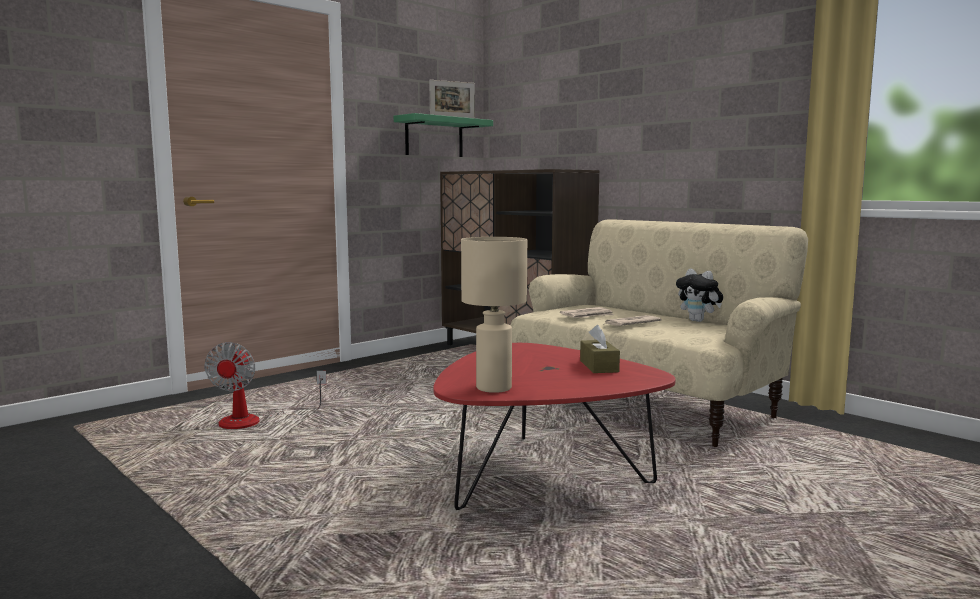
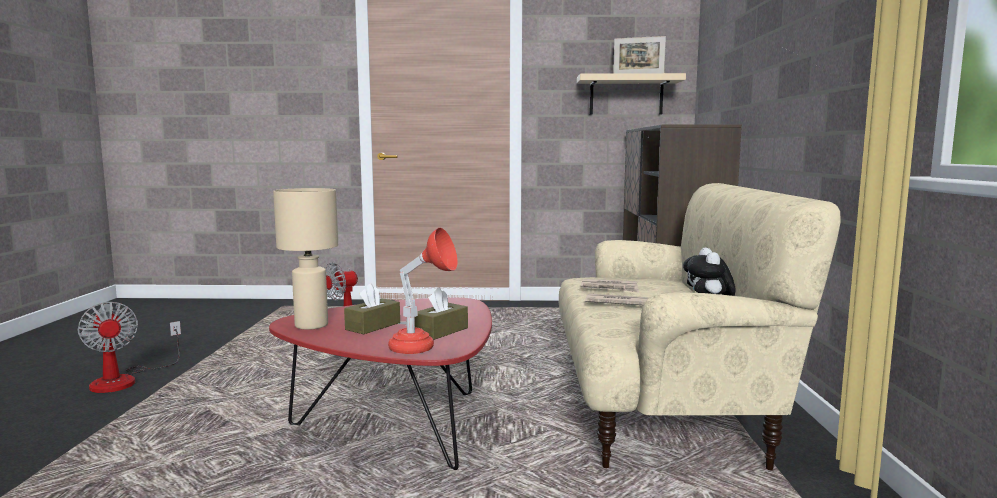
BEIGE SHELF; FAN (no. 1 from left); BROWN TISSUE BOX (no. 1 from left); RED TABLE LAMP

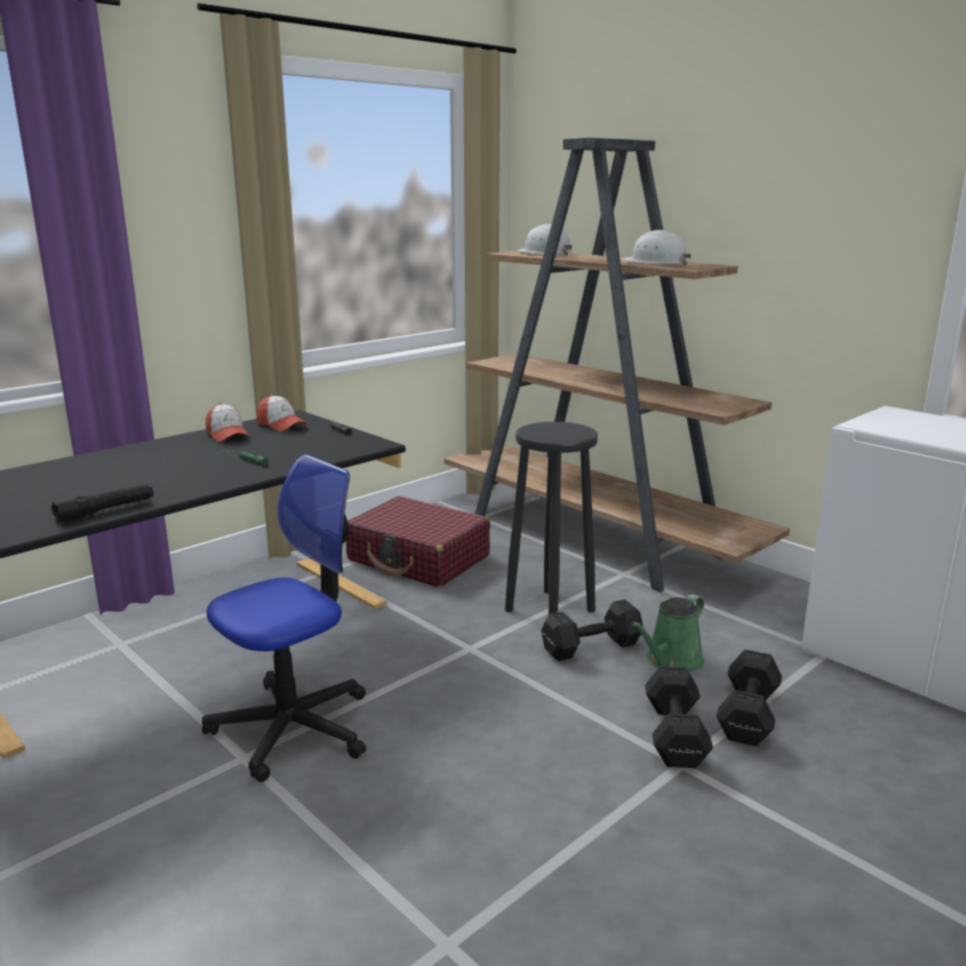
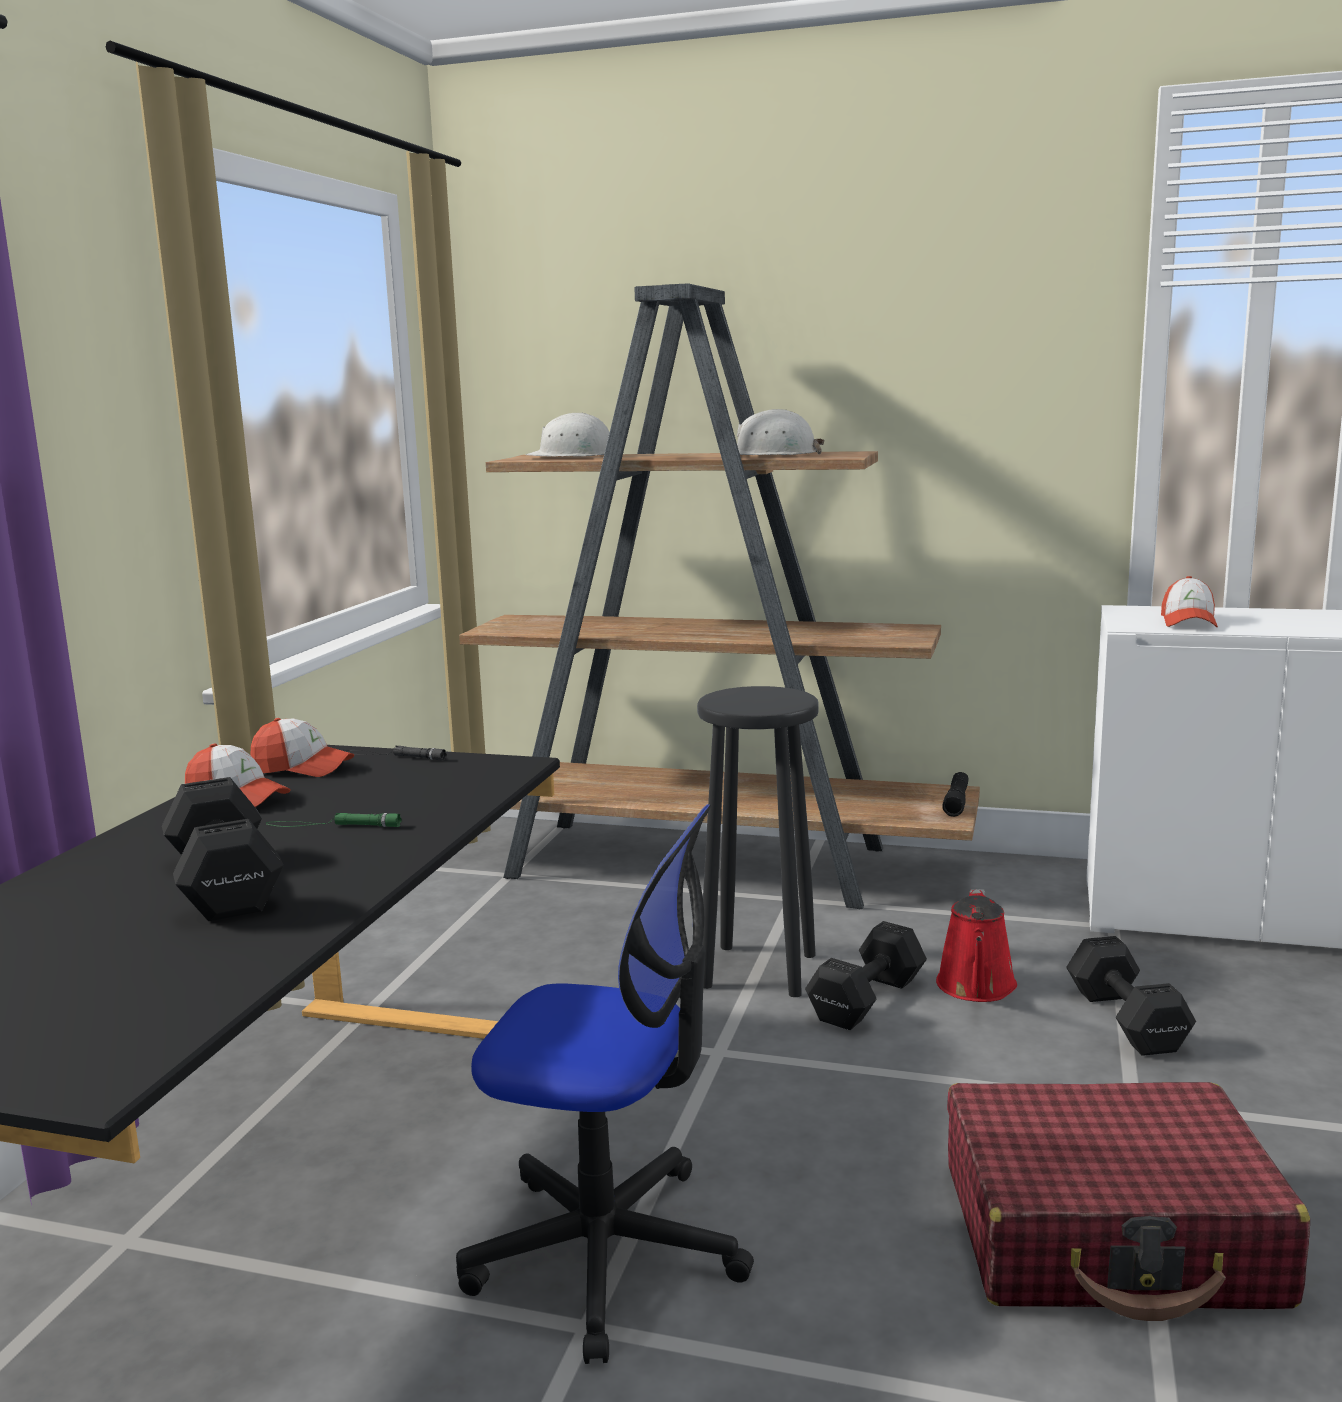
BLACK FLASHLIGHT (no. 2 from left); OFFICE CHAIR; RED SUITCASE; RED WATERING CAN; BLACK DUMBBELL (no. 1 from left); CAP (no. 3 from left)

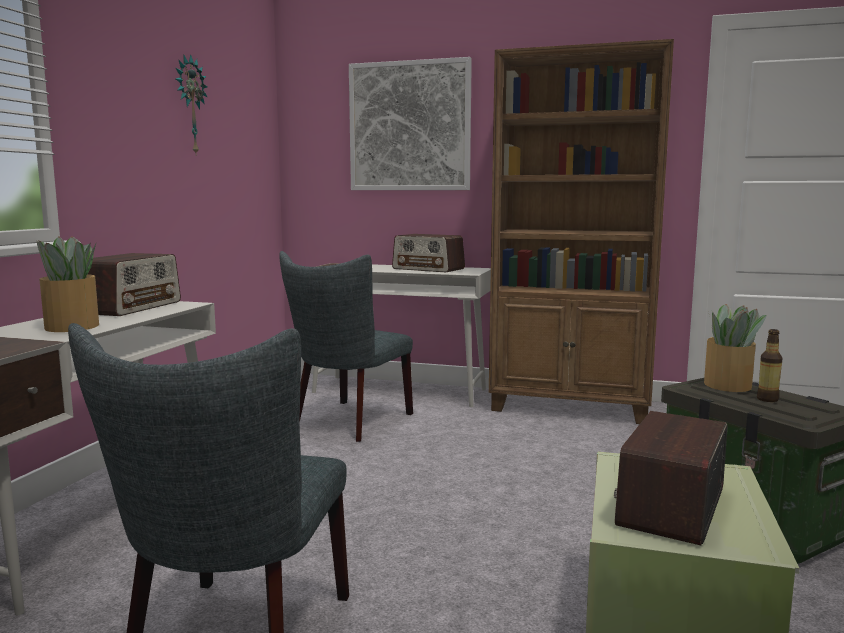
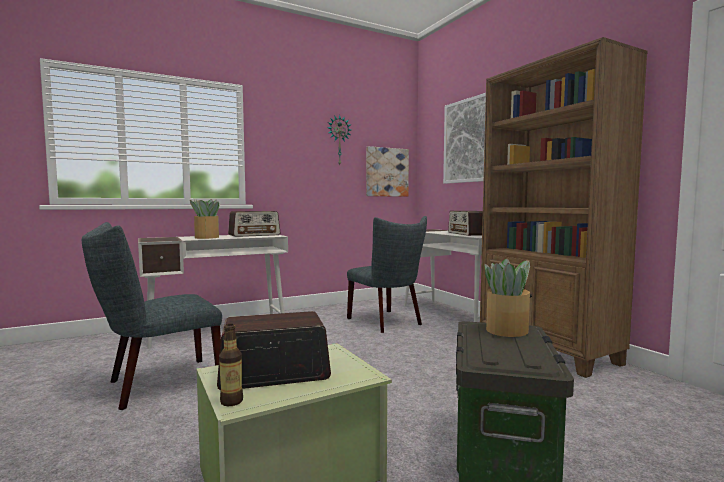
GREY CHAIR (no. 2 from left); BOTTLE; PICTURE (no. 1 from left)

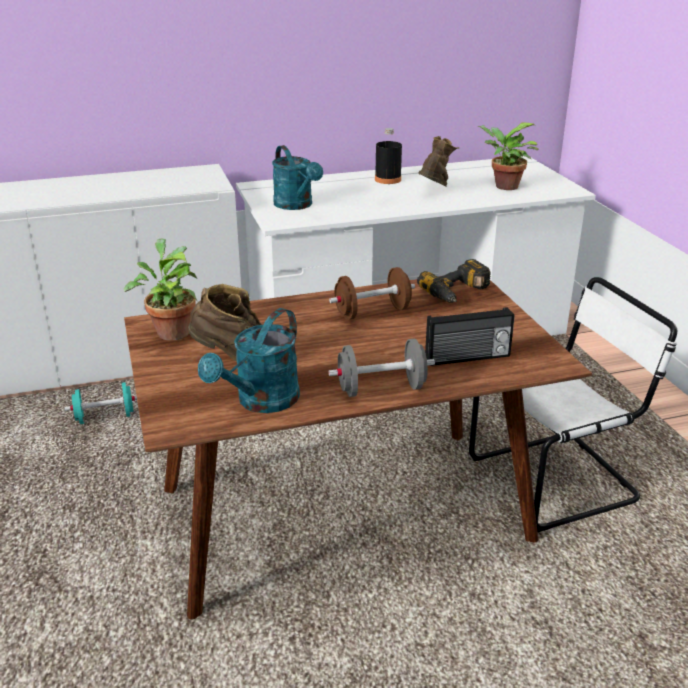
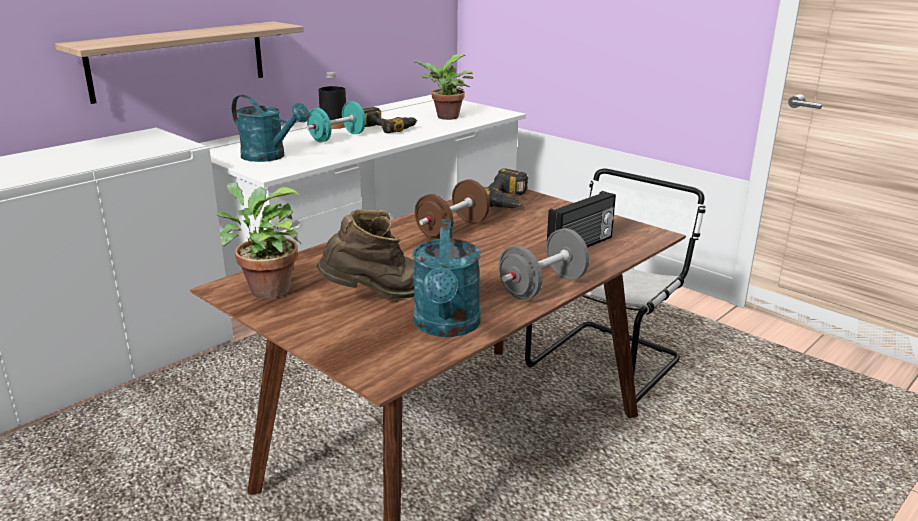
TURQUOISE DUMBBELL; POWER DRILL (no. 1 from left); SHELF

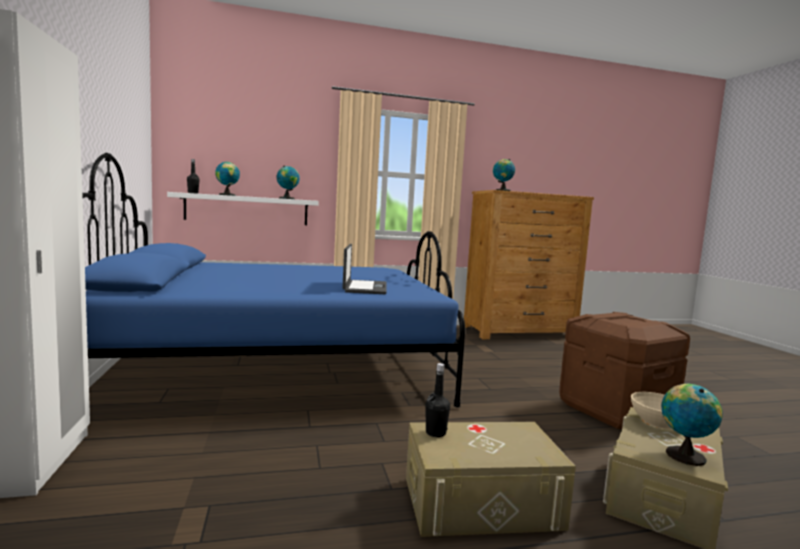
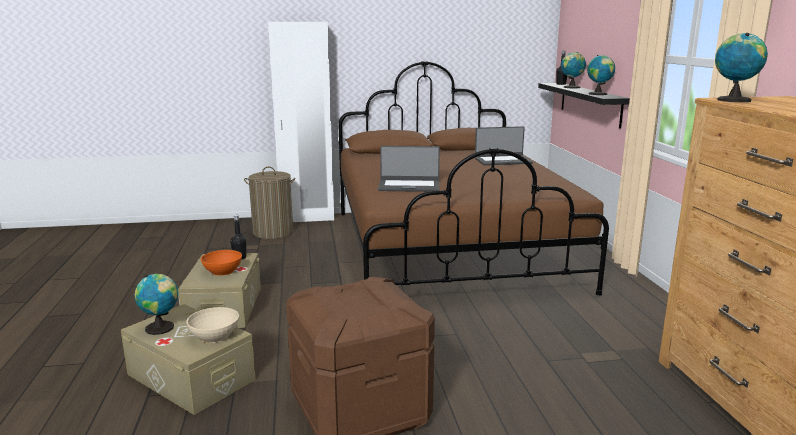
BROWN BED; BLACK SHELF; ORANGE BOWL; LAUNDRY BASKET; LAPTOP (no. 2 from left)

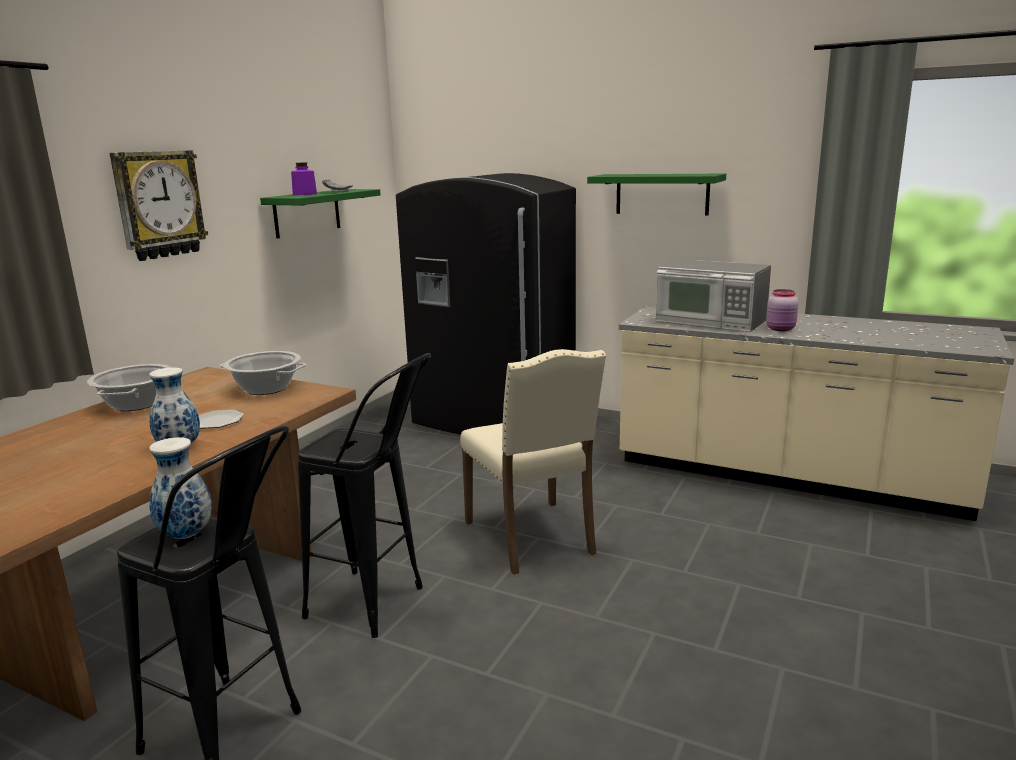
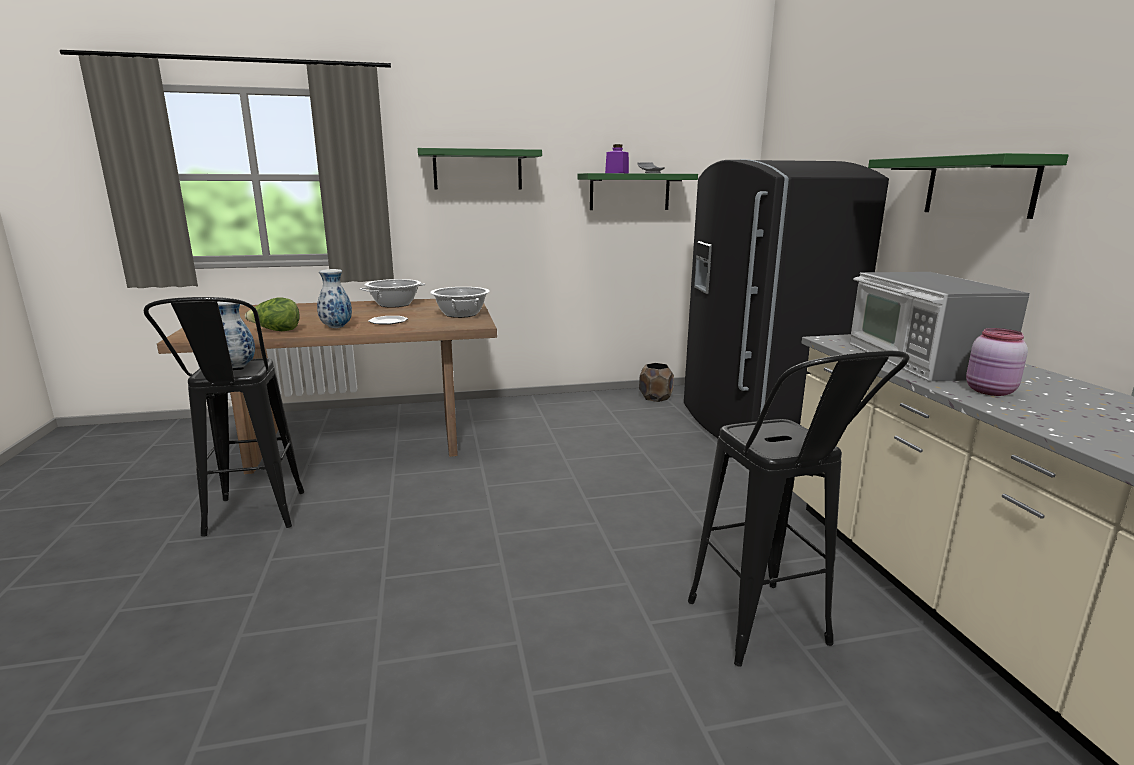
GREEN SHELF (no. 1 from left); BLACK STOOL (no. 2 from left); BEIGE CHAIR; LETTUCE; BROWN PLANTER

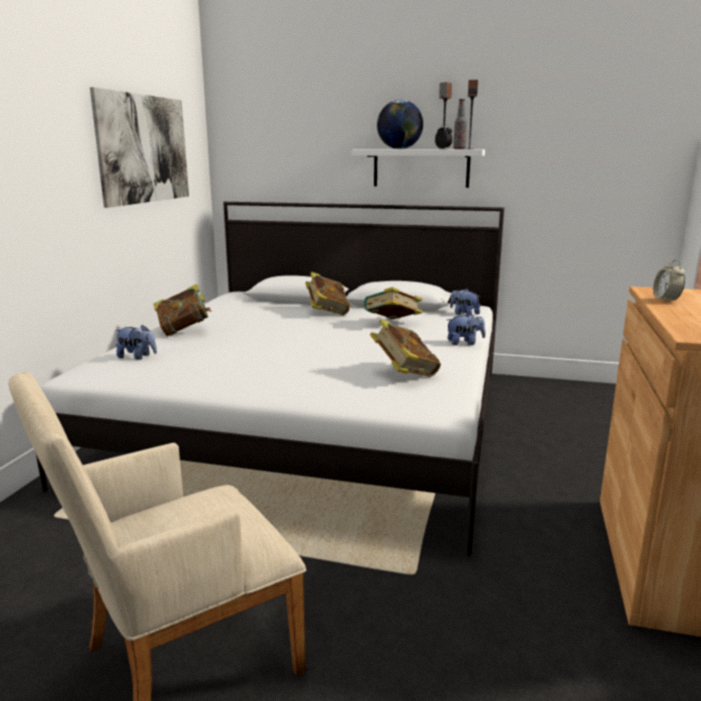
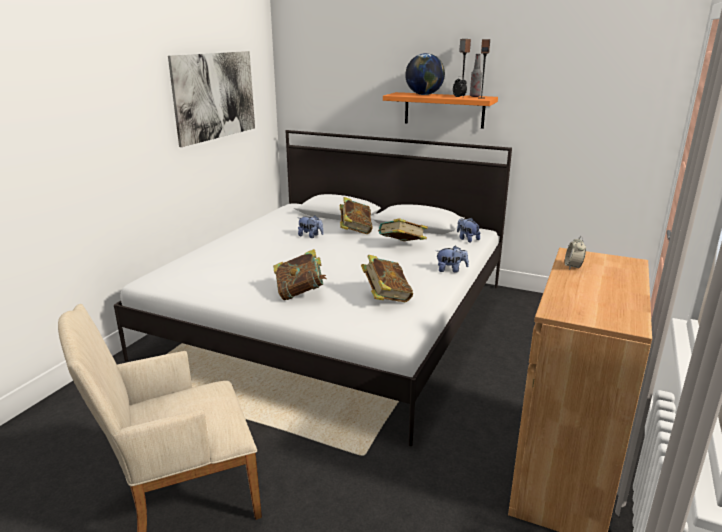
PLUSH TOY (no. 1 from left); BOOK (no. 1 from left); ORANGE SHELF

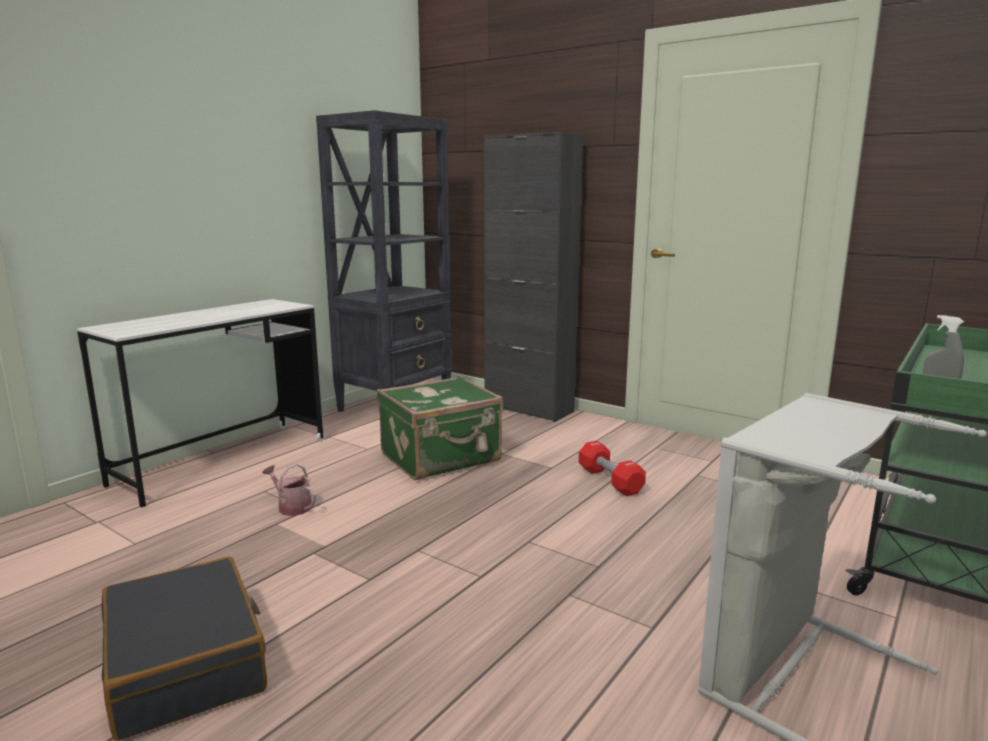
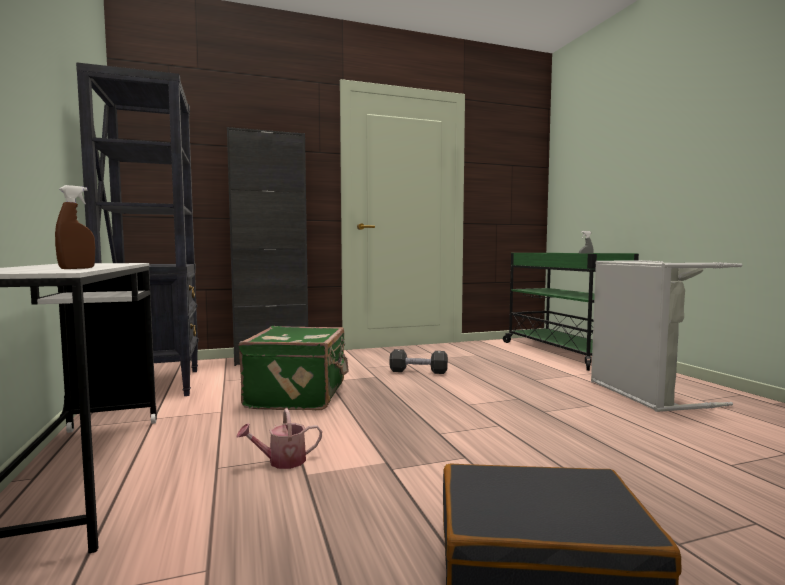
BLACK DUMBBELL; BROWN SPRAY BOTTLE

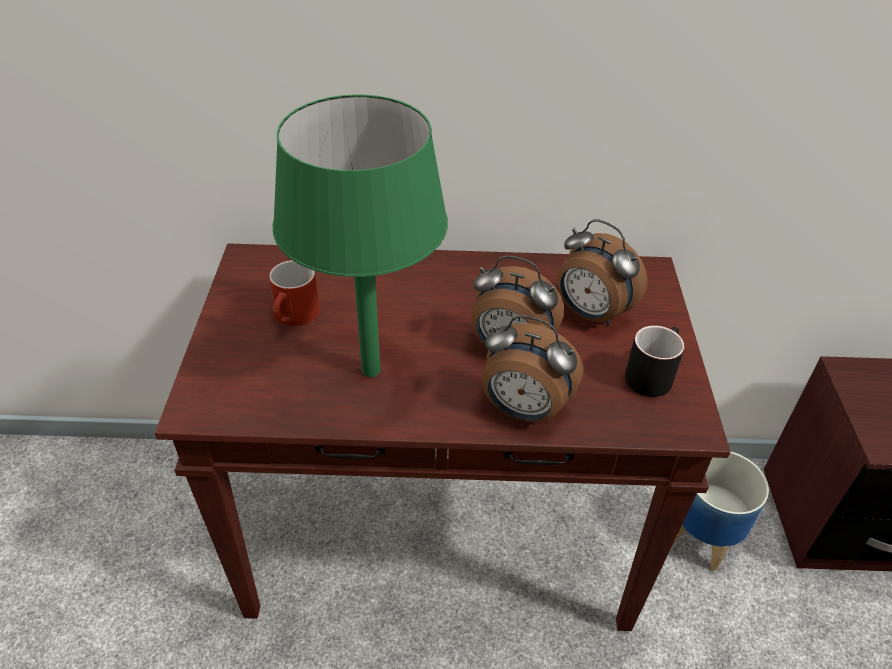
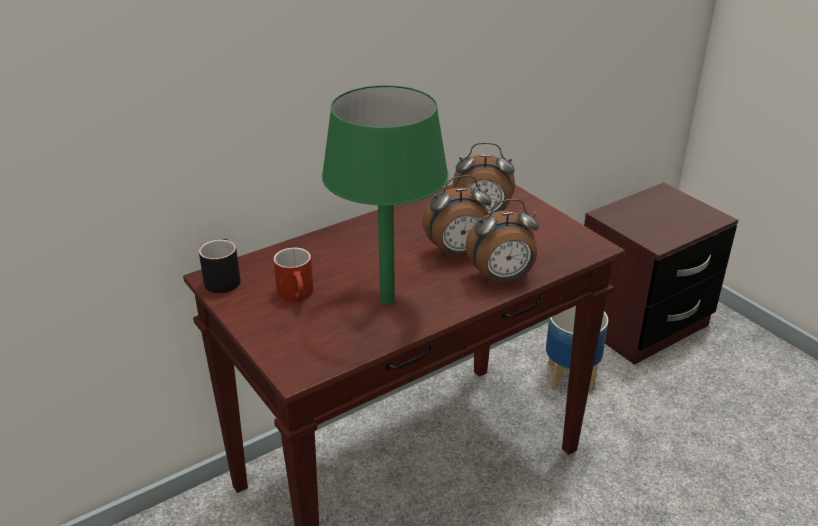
BLACK MUG

